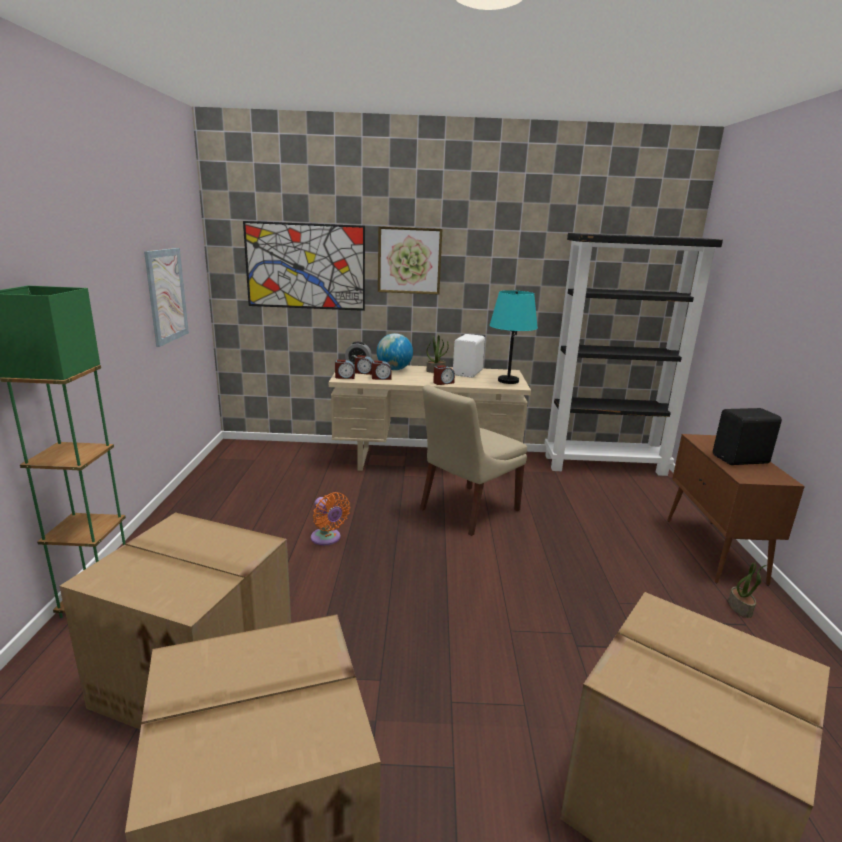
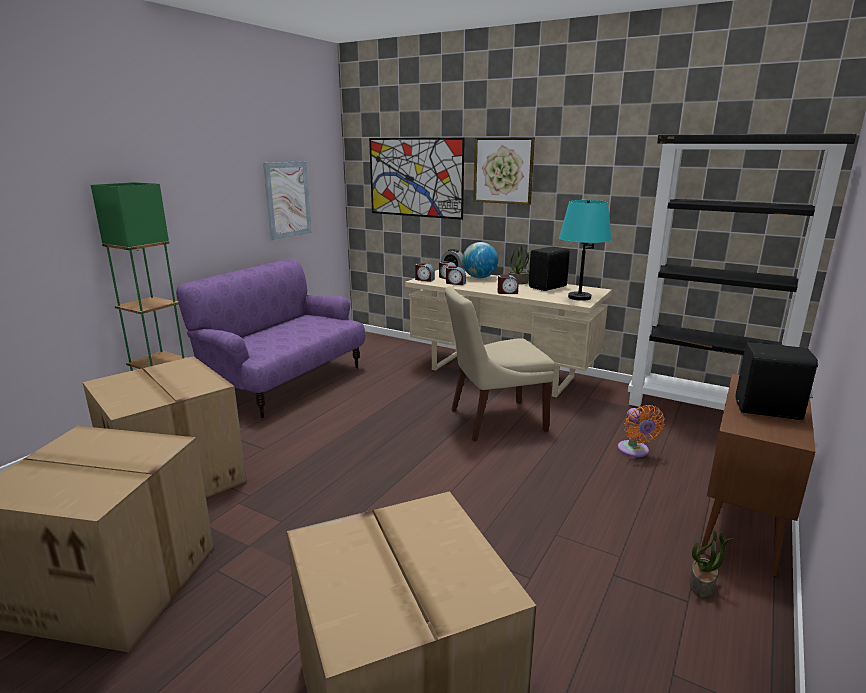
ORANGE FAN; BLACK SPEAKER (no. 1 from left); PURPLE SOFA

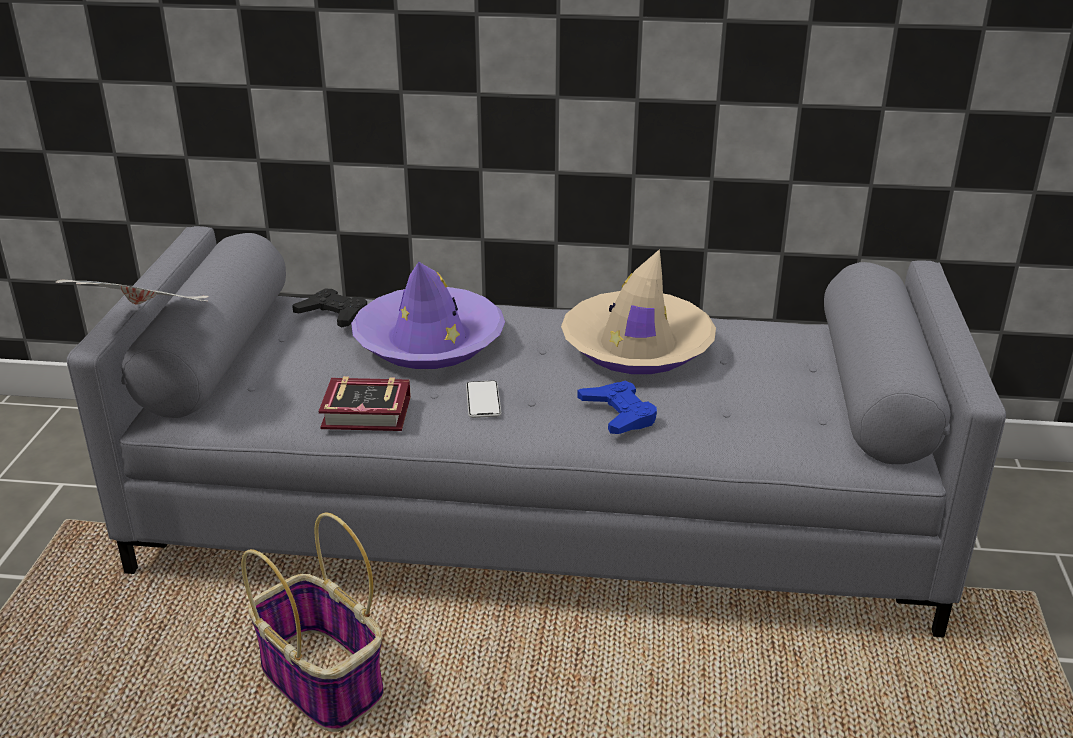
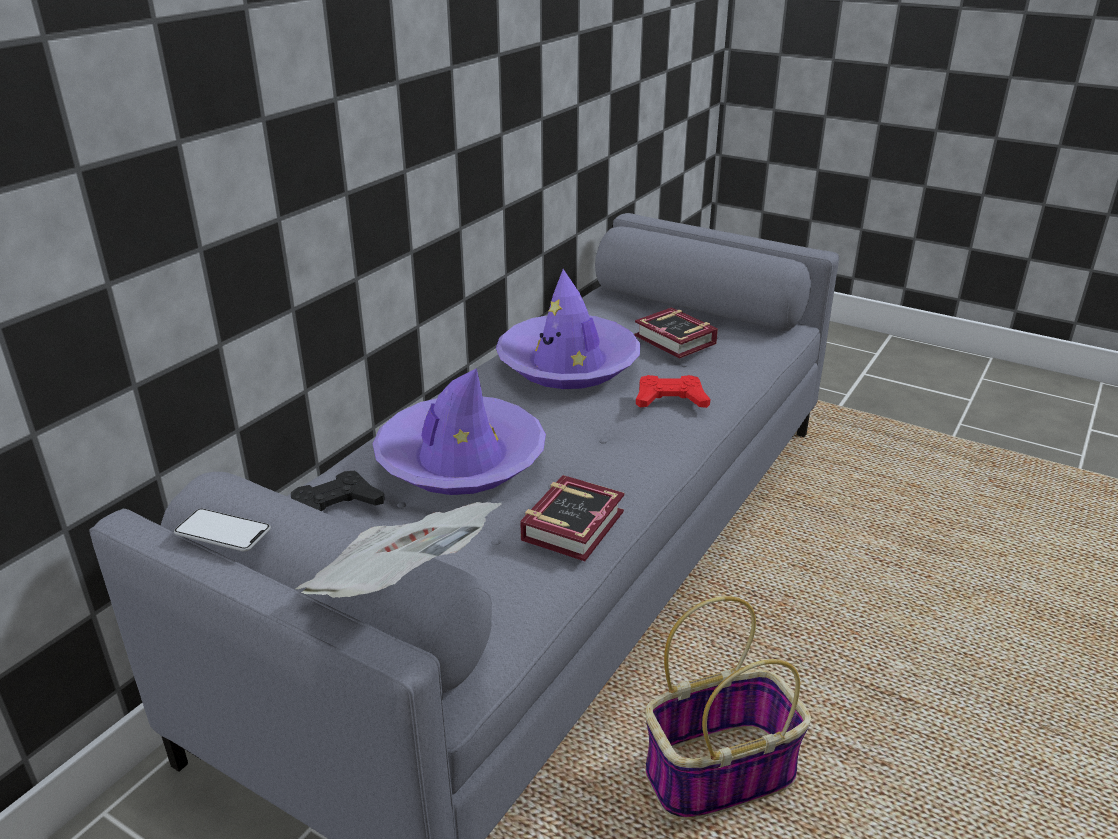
PHONE; PURPLE HAT (no. 2 from left); RED GAME CONTROLLER; BOOK (no. 2 from left)

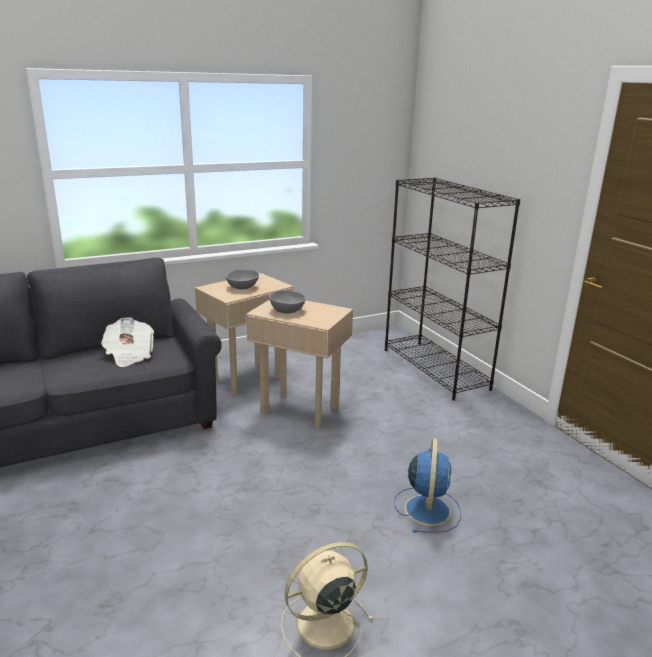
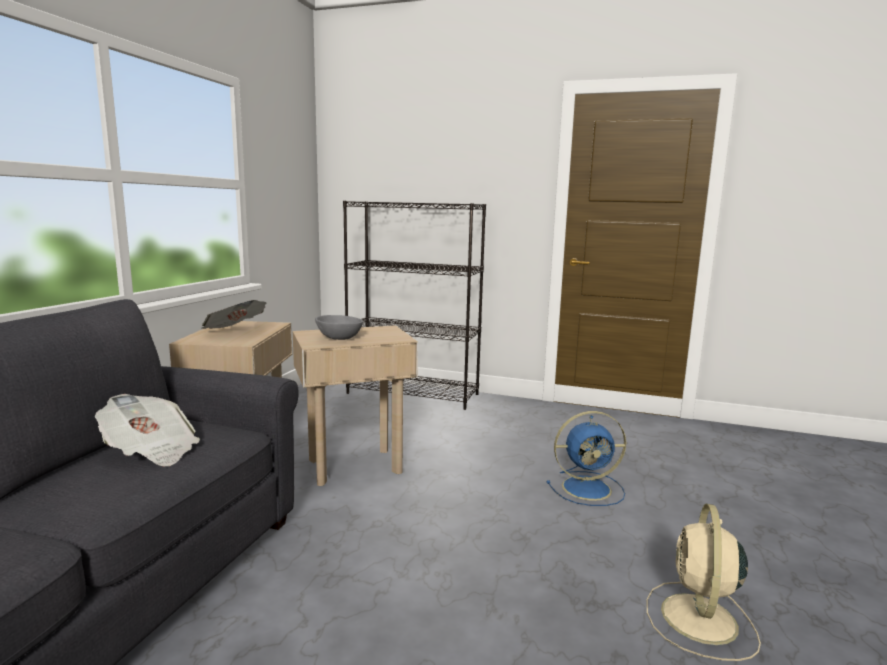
NEWSPAPER (no. 2 from left); BLUE FAN

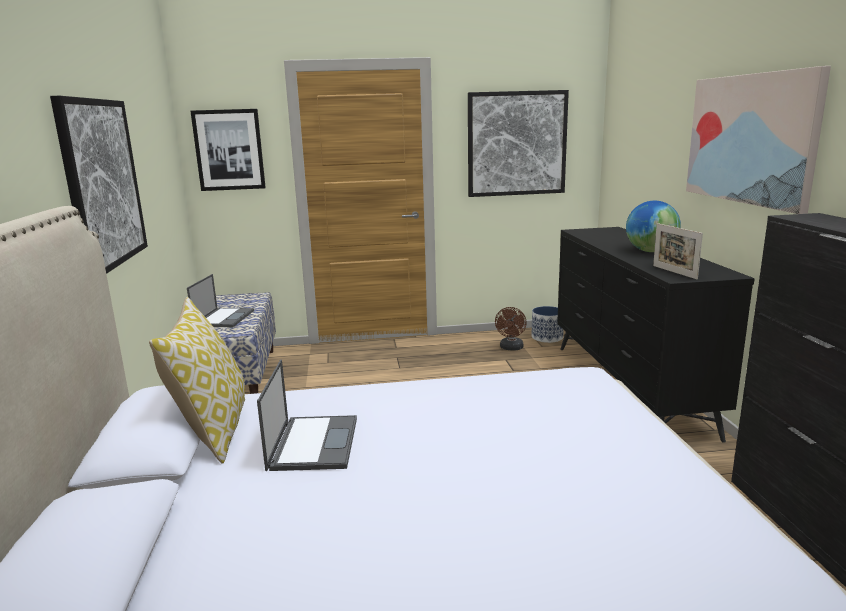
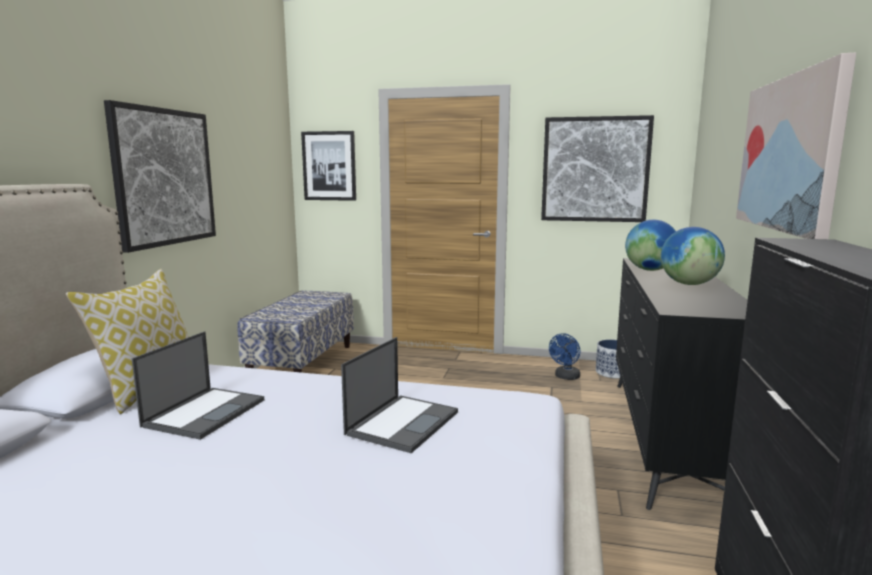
LAPTOP (no. 2 from left); BLUE FAN; PICTURE FRAME; GLOBE (no. 1 from left)

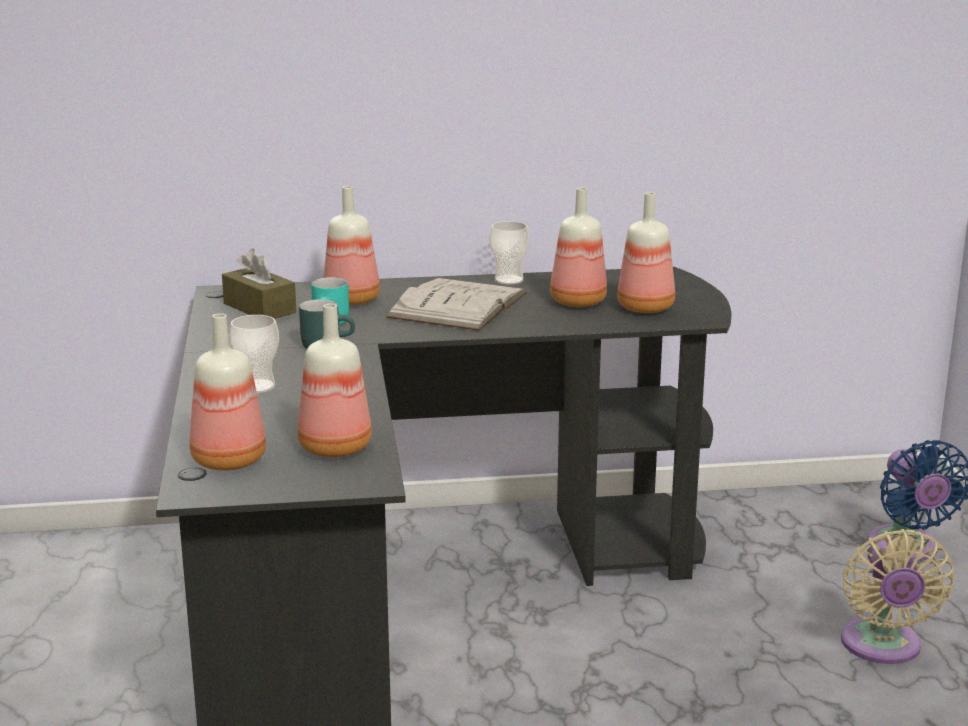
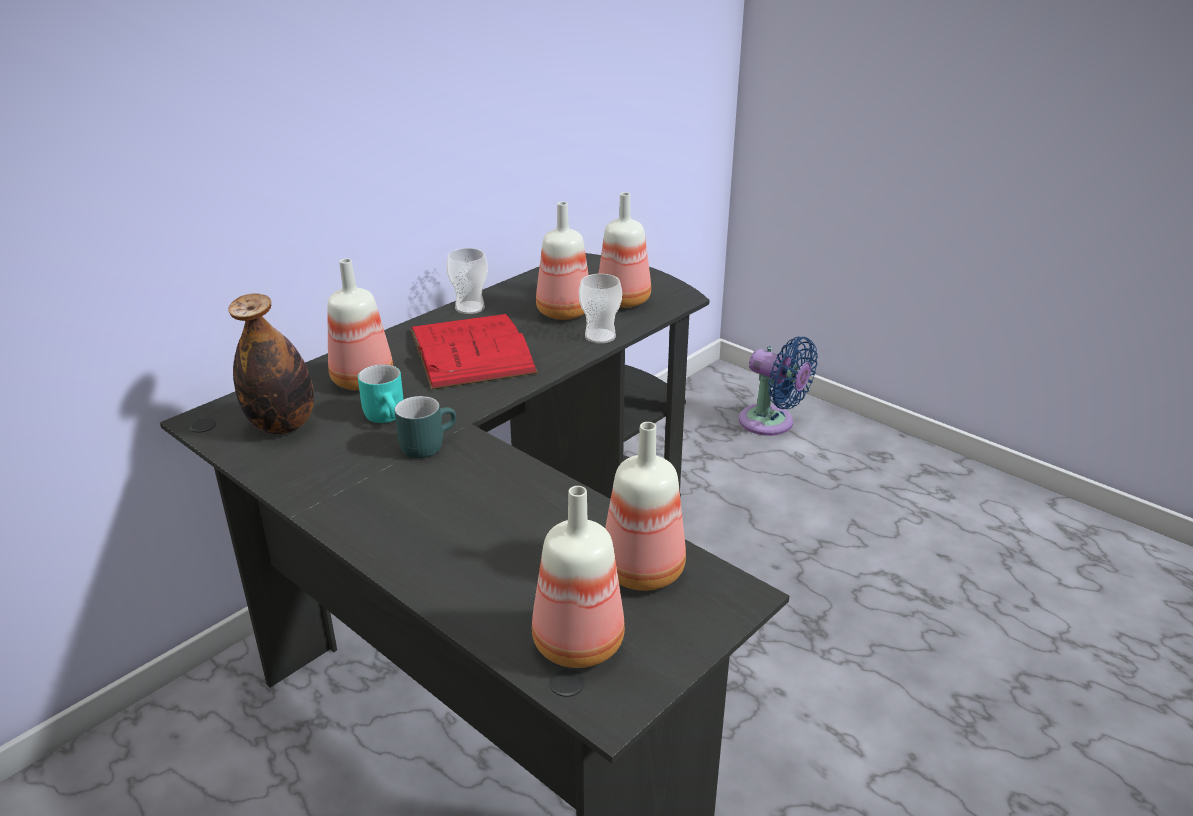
BOTTLE (no. 1 from left); CUP (no. 2 from left); RED BOOK; BEIGE FAN

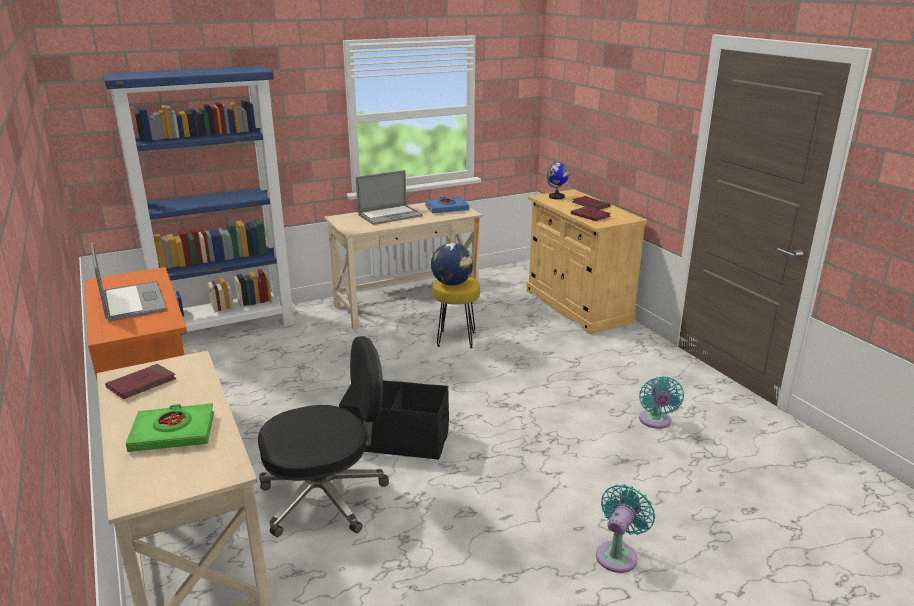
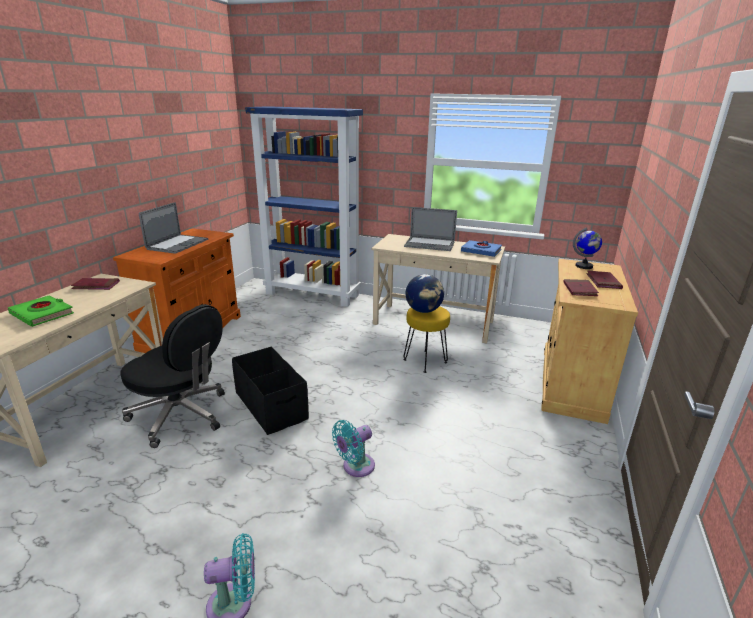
TURQUOISE FAN (no. 2 from left)

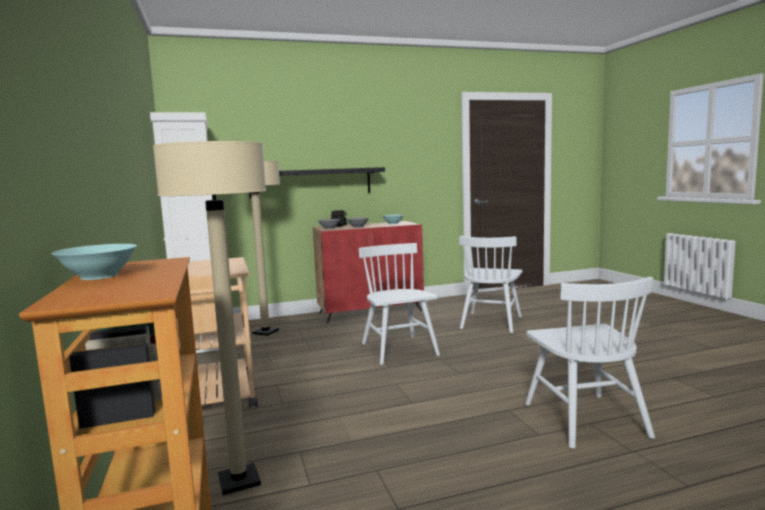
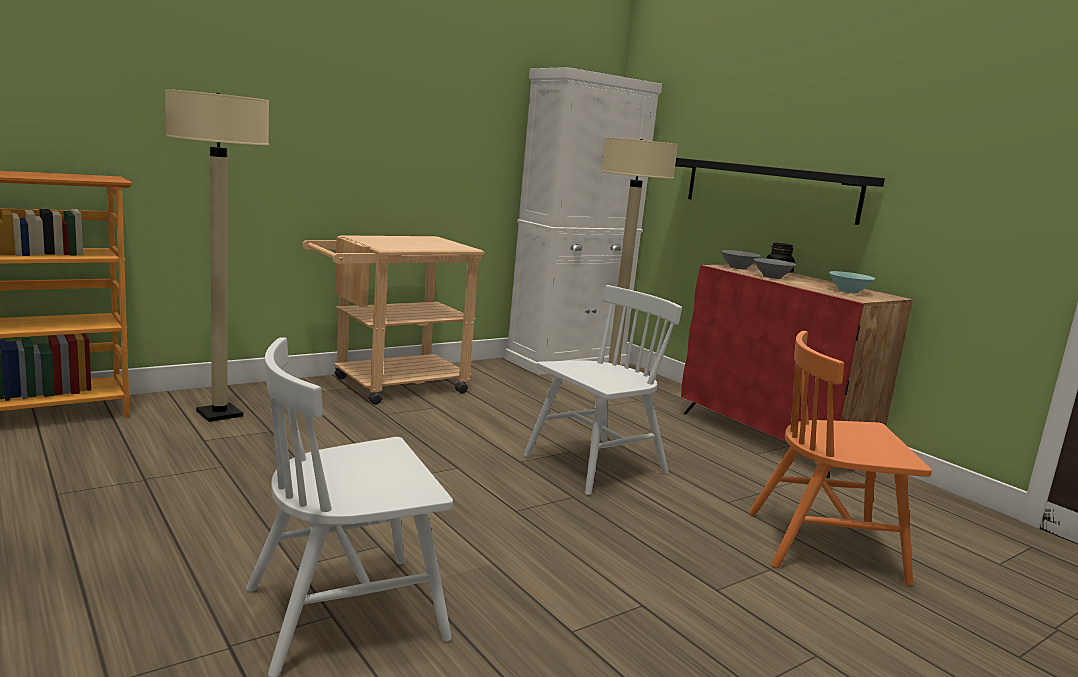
TURQUOISE BOWL (no. 1 from left in the first image); ORANGE CHAIR

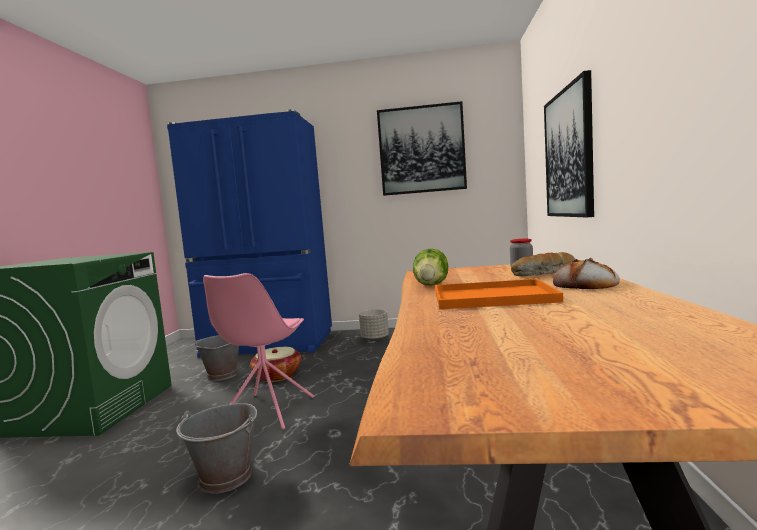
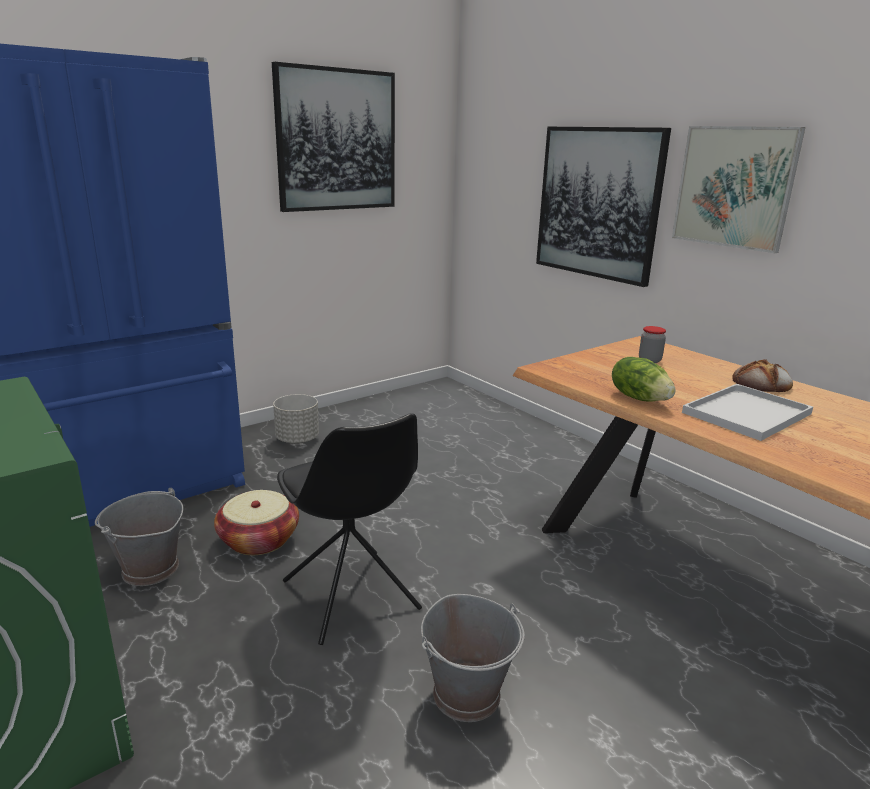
BLACK CHAIR; WHITE TRAY; BREAD (no. 1 from left in the first image); PICTURE (no. 3 from left)

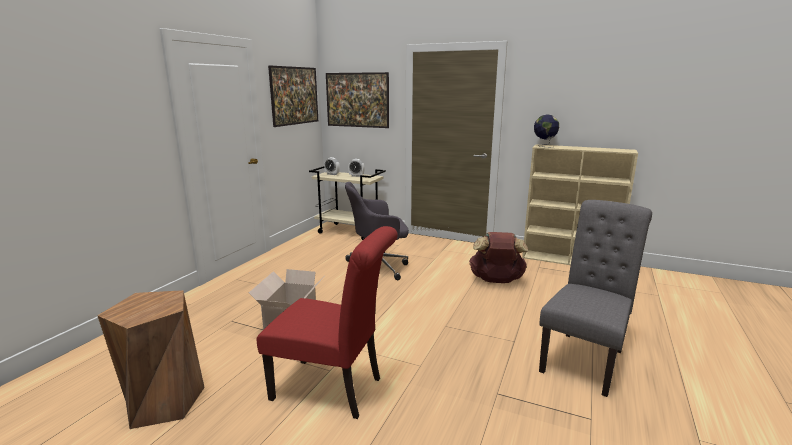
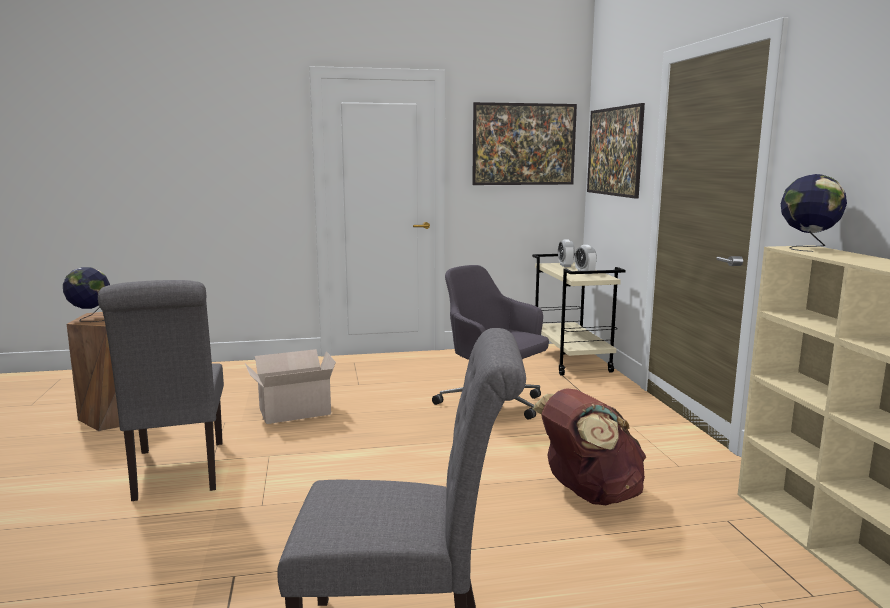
GREY CHAIR (no. 1 from left); GLOBE (no. 1 from left)

